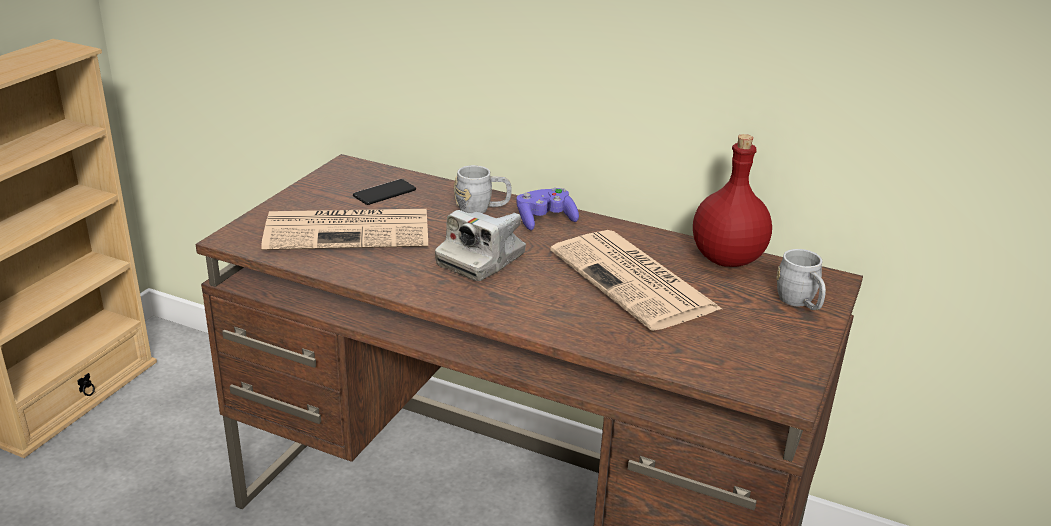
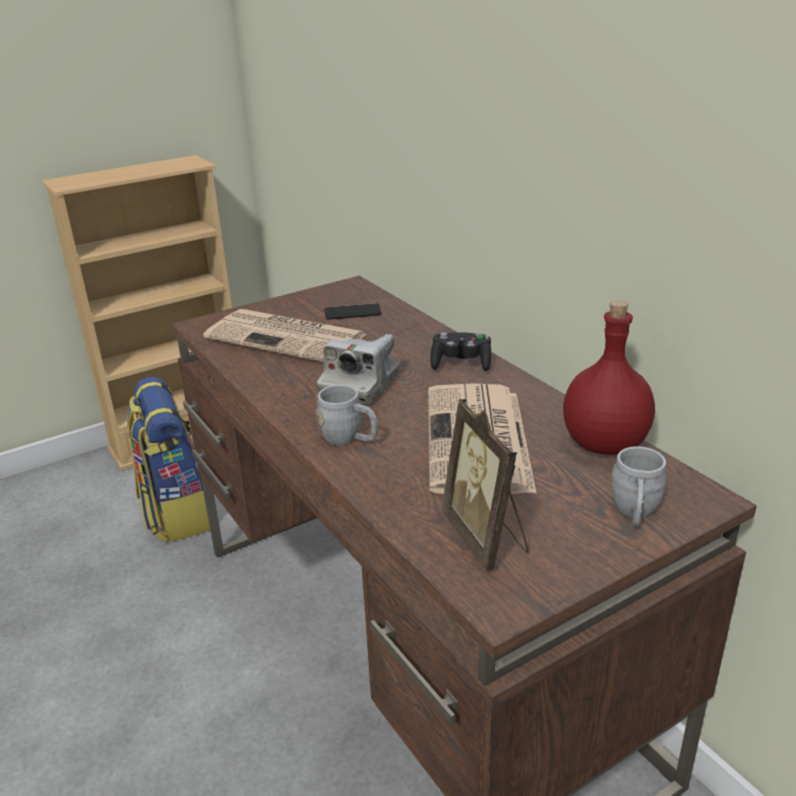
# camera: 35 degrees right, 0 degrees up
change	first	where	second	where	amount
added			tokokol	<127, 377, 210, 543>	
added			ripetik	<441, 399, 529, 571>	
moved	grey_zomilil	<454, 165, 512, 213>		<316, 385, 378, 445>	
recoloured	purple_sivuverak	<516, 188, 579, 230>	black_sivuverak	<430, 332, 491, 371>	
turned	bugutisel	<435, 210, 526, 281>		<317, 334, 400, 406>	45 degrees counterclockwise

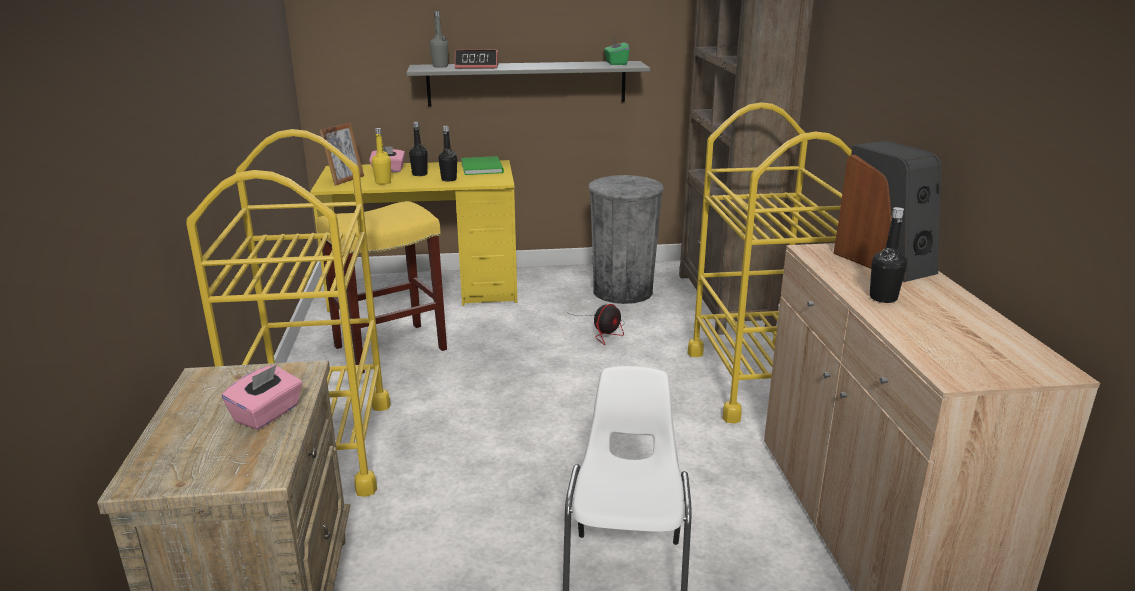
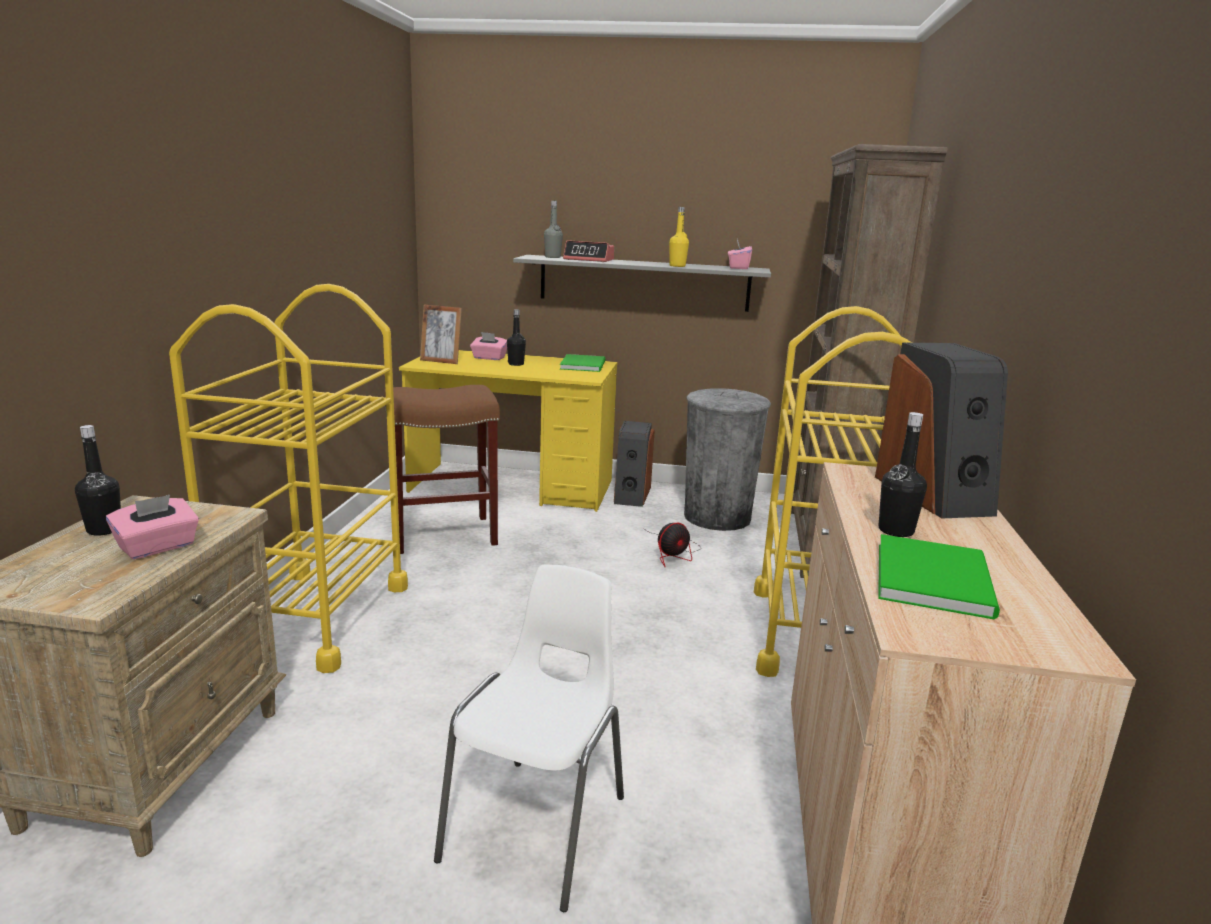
# camera: 15 degrees right, 5 degrees down
change	first	where	second	where	amount
added			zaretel	<614, 421, 655, 507>	
added			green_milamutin	<878, 534, 1000, 620>	
moved	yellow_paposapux	<372, 128, 391, 185>		<669, 207, 689, 267>	
moved	black_paposapux	<438, 126, 457, 182>		<75, 425, 121, 536>	
recoloured	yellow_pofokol	<316, 201, 447, 374>	brown_pofokol	<384, 385, 500, 554>	
recoloured	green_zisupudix	<604, 37, 630, 65>	pink_zisupudix	<728, 239, 752, 269>	
turned	ripetik	<320, 123, 364, 186>		<420, 305, 462, 364>	60 degrees clockwise

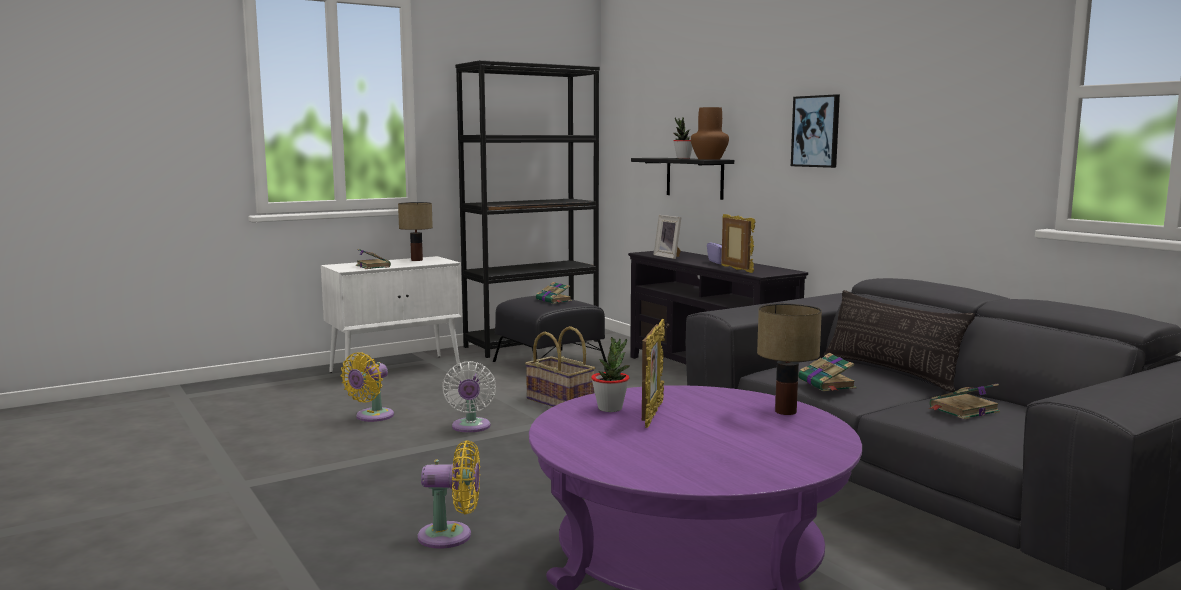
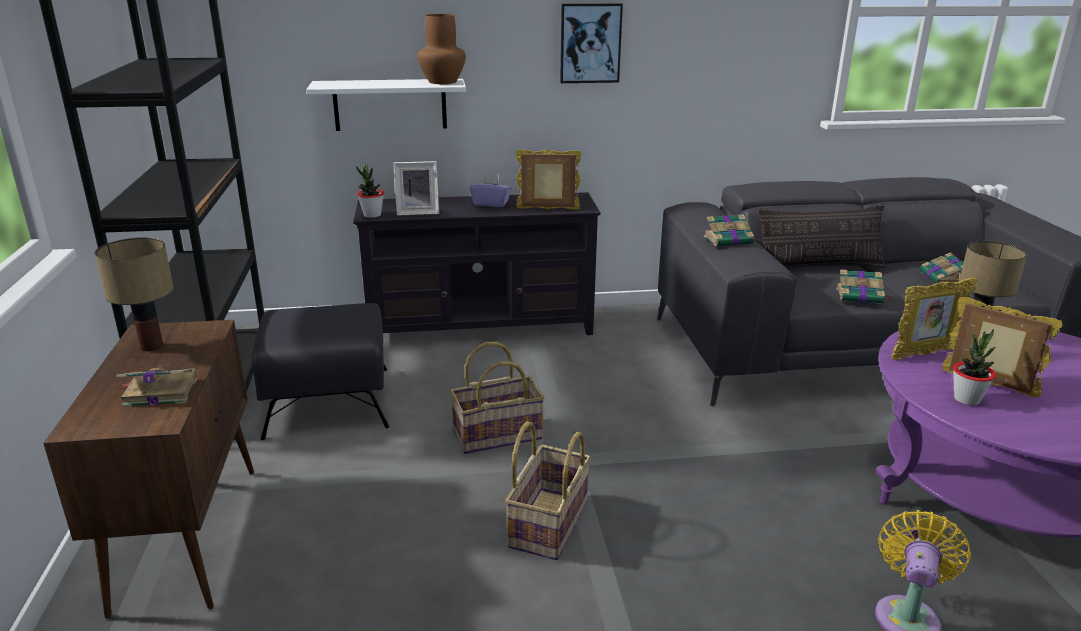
# camera: 65 degrees left, 15 degrees up
change	first	where	second	where	amount
removed	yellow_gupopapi	<340, 352, 394, 422>			
added			ripetik	<892, 278, 978, 360>	
moved	milamutin	<536, 282, 572, 304>		<704, 214, 757, 247>	
moved	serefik	<673, 117, 693, 159>		<356, 165, 384, 218>	
replaced	white_gupopapi	<442, 361, 496, 433>	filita	<505, 421, 591, 560>	
recoloured	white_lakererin	<321, 256, 462, 384>	brown_lakererin	<43, 320, 254, 619>	
recoloured	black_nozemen	<631, 158, 734, 200>	white_nozemen	<306, 79, 466, 131>	

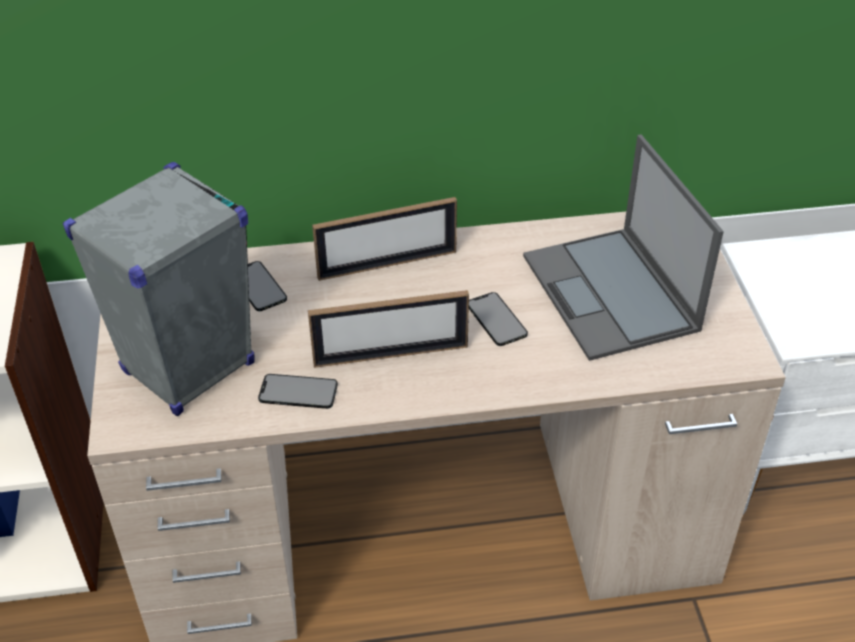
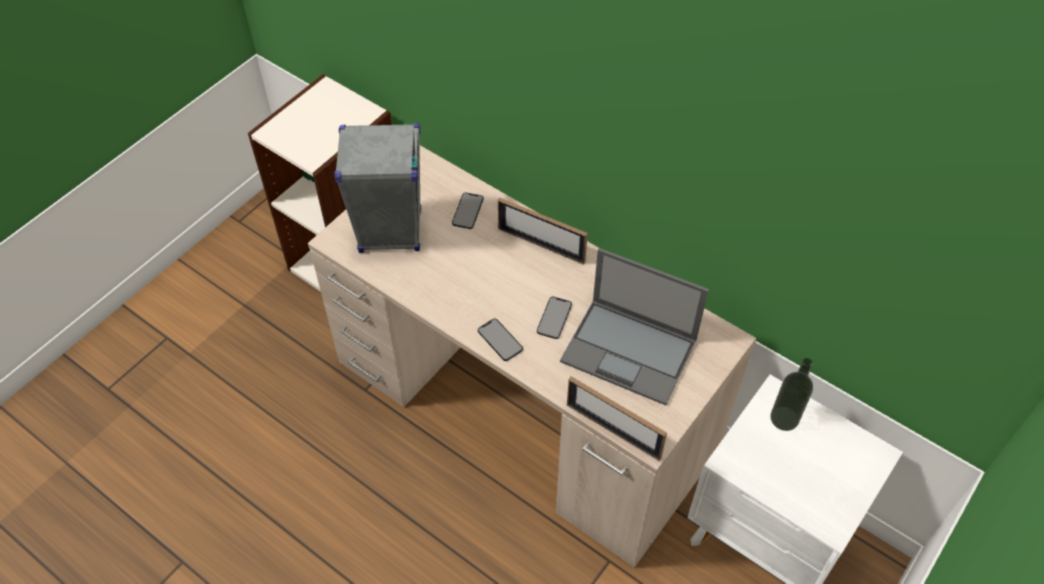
# camera: 45 degrees right, 10 degrees up
change	first	where	second	where	amount
added			paposapux	<770, 358, 813, 431>	
moved	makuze	<258, 374, 338, 409>		<478, 319, 523, 361>	
moved	ripetik	<308, 290, 469, 368>		<567, 376, 667, 461>	
turned	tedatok	<523, 134, 724, 361>		<560, 248, 709, 405>	90 degrees counterclockwise

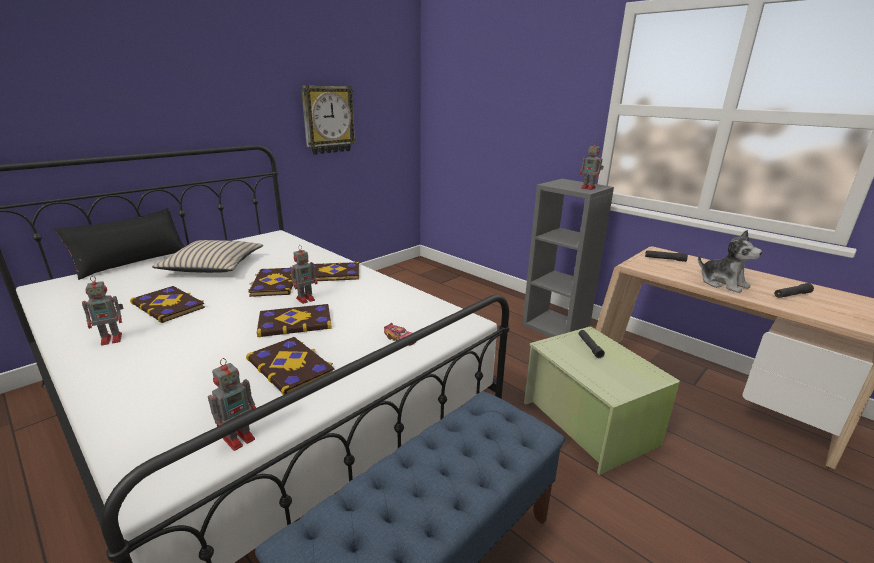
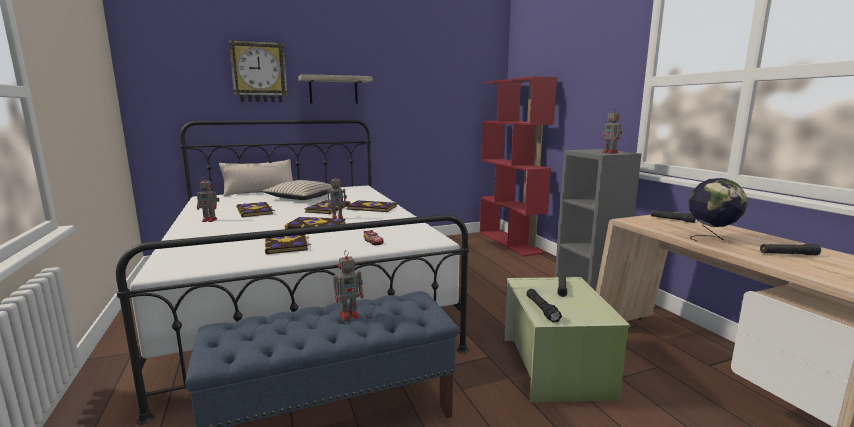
# camera: 25 degrees right, 10 degrees down
change	first	where	second	where	amount
added			nozemen	<298, 74, 372, 104>	
added			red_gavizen	<480, 76, 557, 257>	
added			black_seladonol	<526, 289, 562, 322>	
moved	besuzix	<208, 358, 256, 451>		<333, 250, 363, 321>	
moved	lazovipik	<301, 86, 356, 155>		<229, 40, 287, 102>	
replaced	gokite	<698, 230, 762, 293>	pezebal	<688, 178, 748, 241>	
recoloured	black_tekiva	<55, 208, 185, 280>	beige_tekiva	<219, 159, 293, 196>	

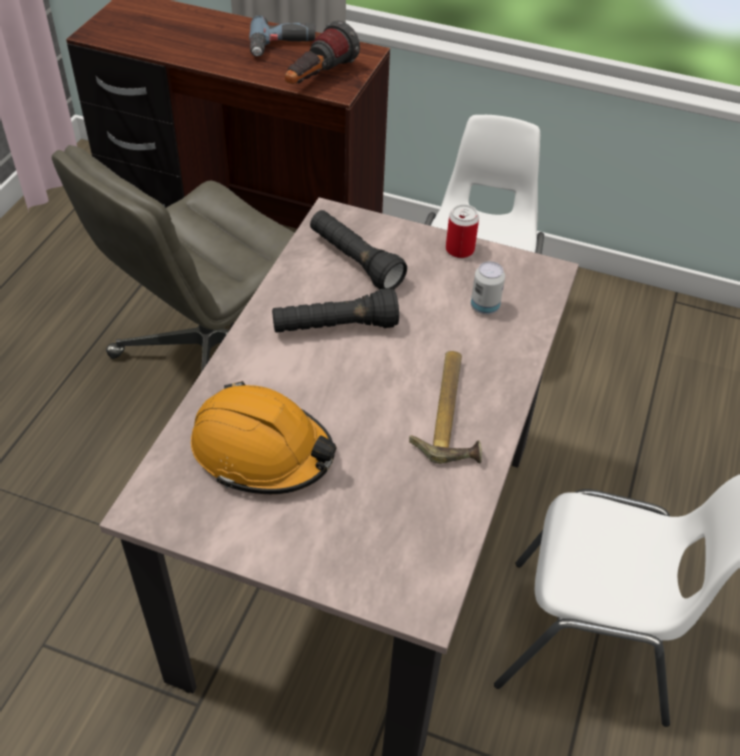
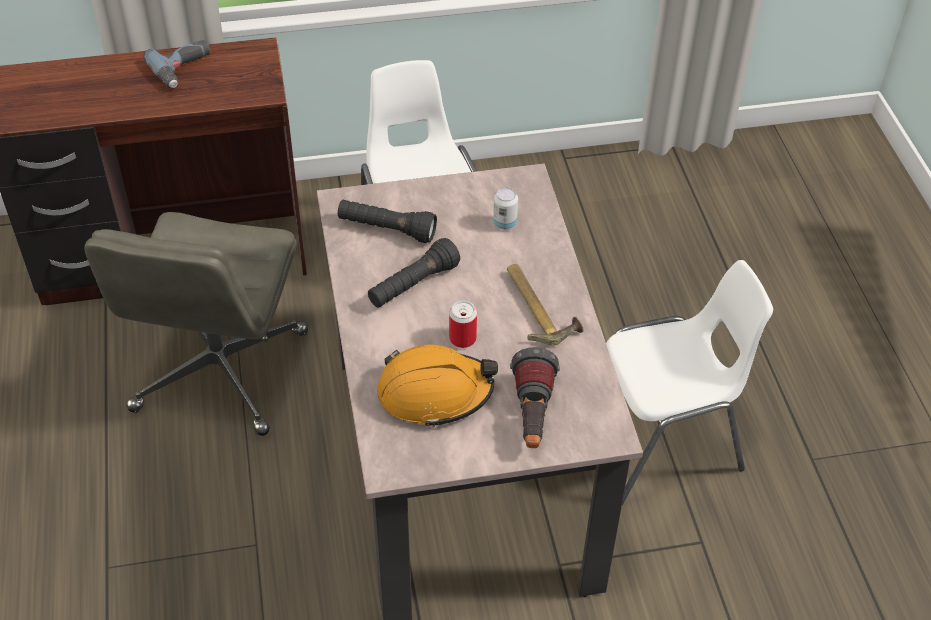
# camera: 30 degrees left, 0 degrees up
change	first	where	second	where	amount
moved	seladonol	<285, 21, 360, 84>		<510, 347, 560, 448>	
moved	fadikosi	<446, 204, 479, 258>		<449, 301, 477, 348>	

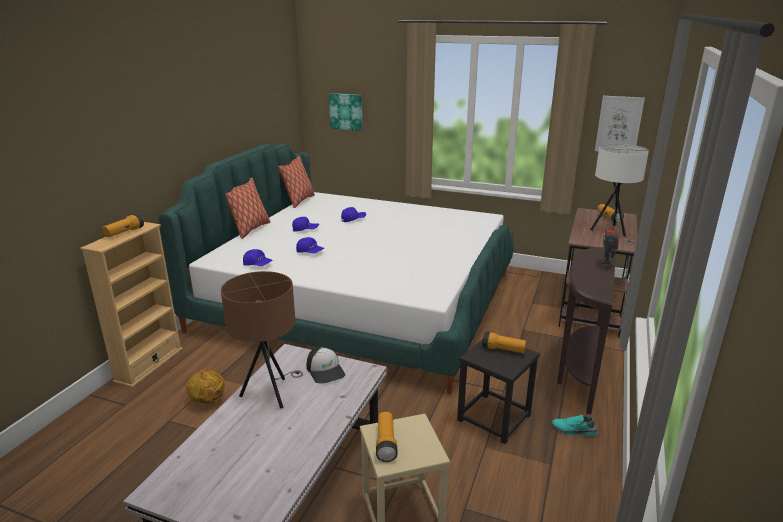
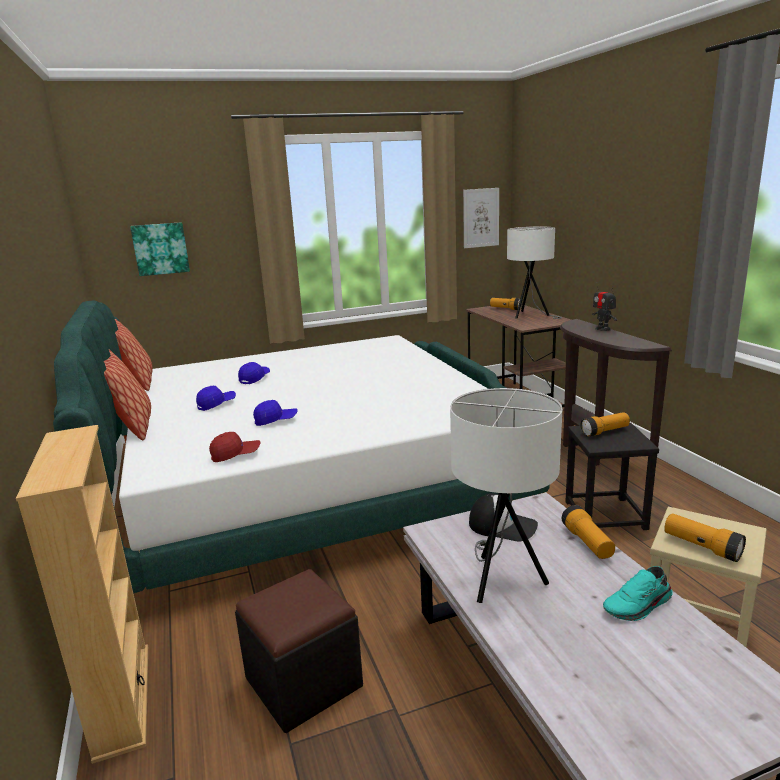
# camera: 40 degrees left, 5 degrees down
change	first	where	second	where	amount
moved	seladonol	<102, 213, 144, 237>		<562, 505, 615, 559>	
moved	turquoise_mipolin	<552, 415, 598, 436>		<603, 566, 673, 621>	
replaced	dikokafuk	<186, 369, 225, 403>	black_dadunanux	<235, 569, 363, 733>	
recoloured	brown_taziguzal	<221, 271, 303, 409>	white_taziguzal	<450, 388, 562, 603>	
recoloured	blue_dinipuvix	<243, 249, 273, 266>	red_dinipuvix	<209, 432, 260, 462>	

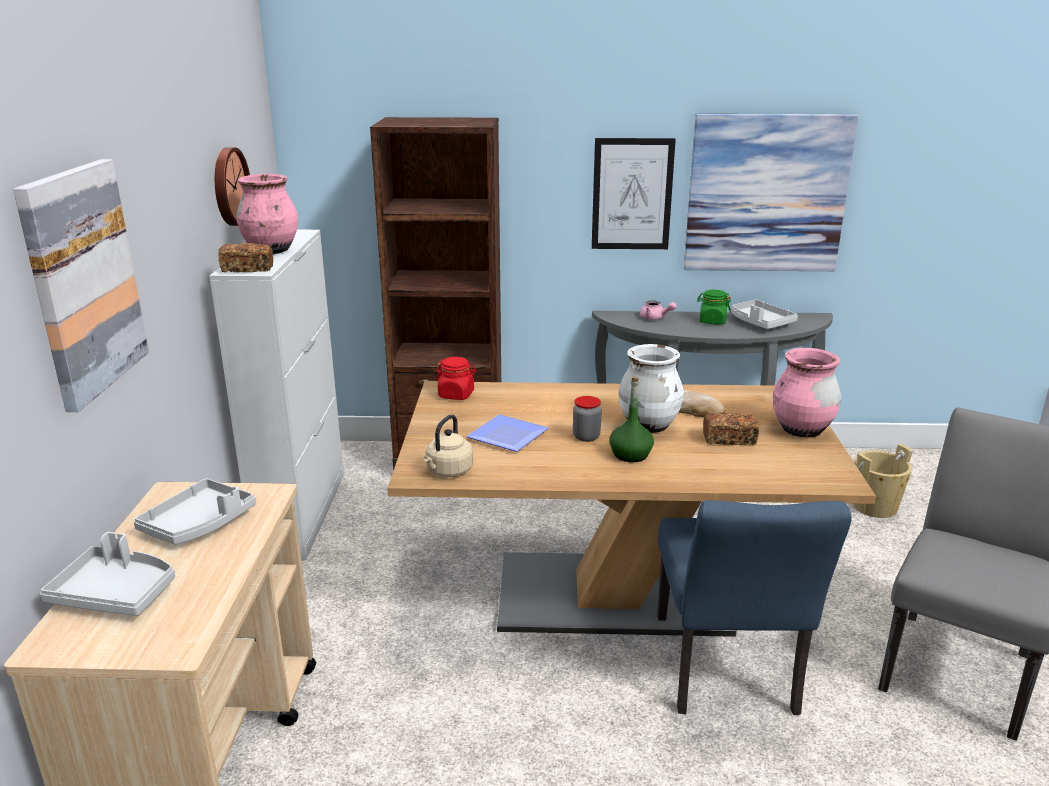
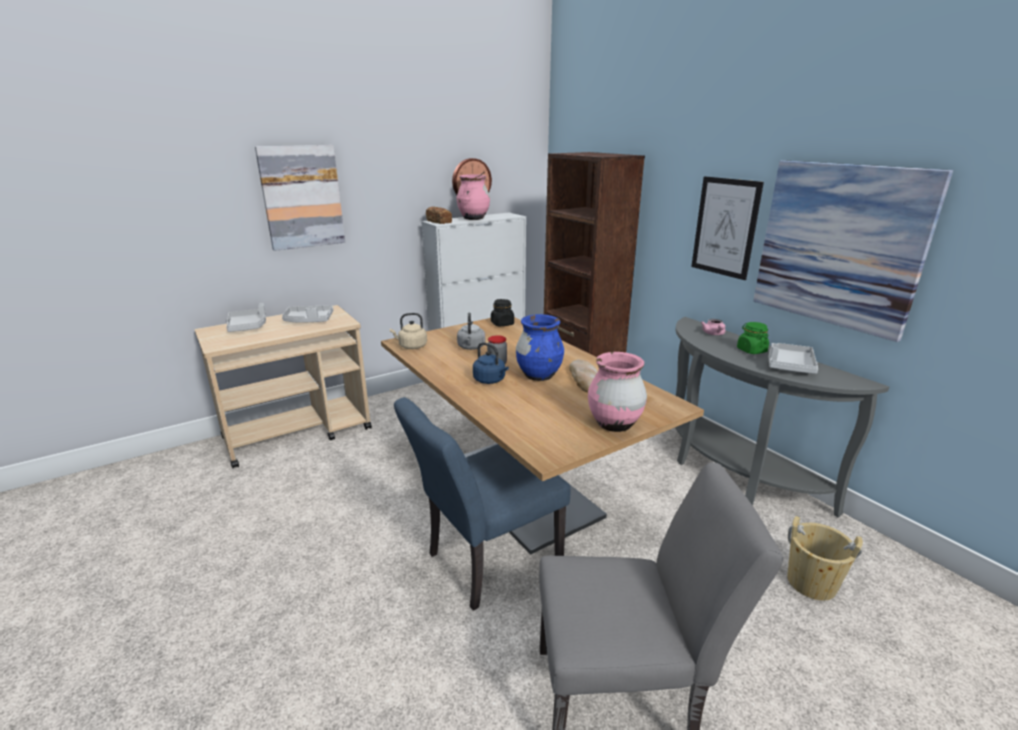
# camera: 55 degrees right, 0 degrees up
change	first	where	second	where	amount
removed	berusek	<703, 413, 759, 445>			
replaced	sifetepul	<466, 414, 549, 452>	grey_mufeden	<457, 312, 485, 350>	
replaced	green_paposapux	<609, 376, 654, 462>	blue_mufeden	<473, 342, 509, 384>	
recoloured	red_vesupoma	<436, 357, 476, 400>	black_vesupoma	<491, 299, 514, 326>	
recoloured	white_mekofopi	<619, 344, 684, 433>	blue_mekofopi	<516, 314, 564, 381>	

